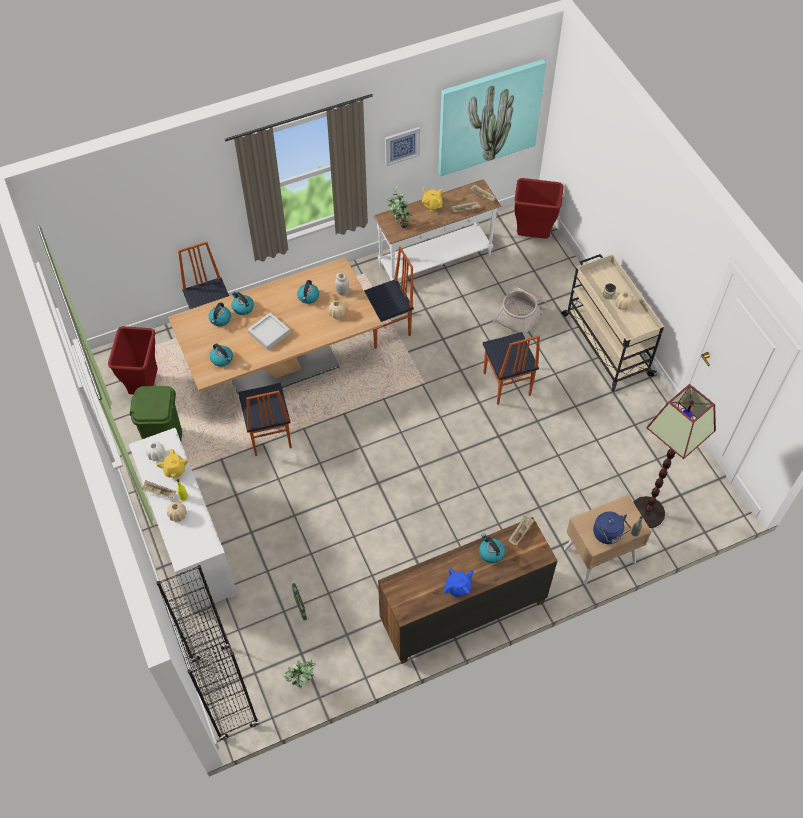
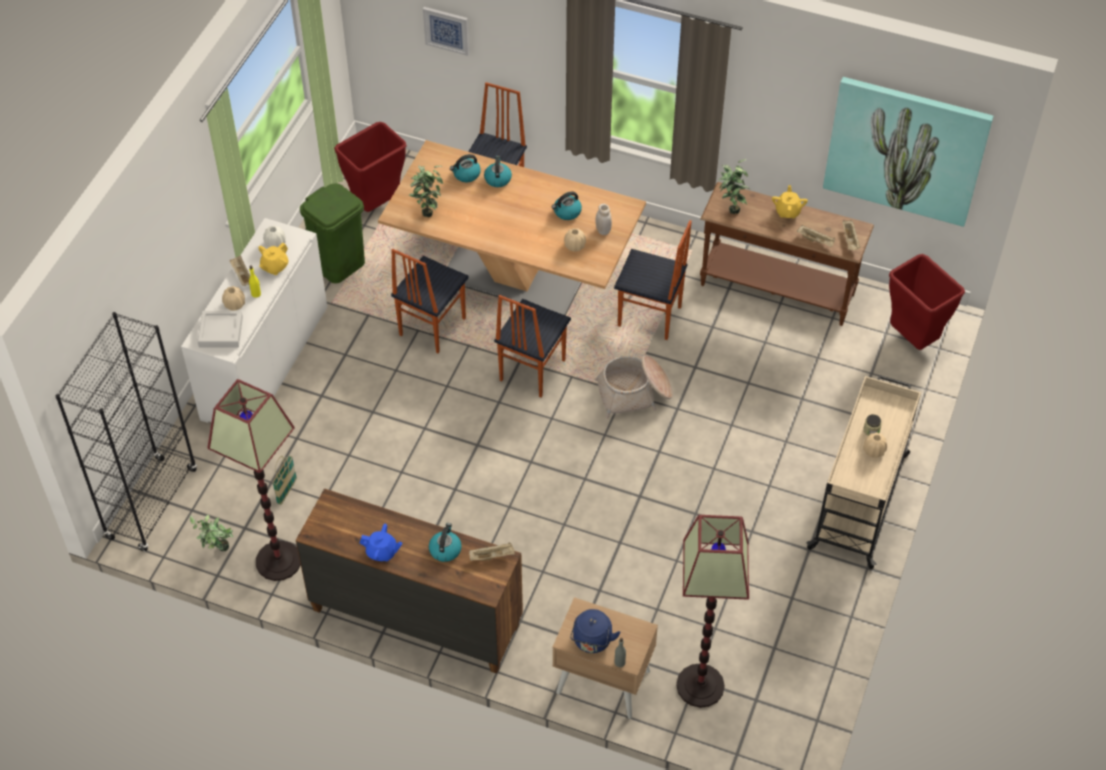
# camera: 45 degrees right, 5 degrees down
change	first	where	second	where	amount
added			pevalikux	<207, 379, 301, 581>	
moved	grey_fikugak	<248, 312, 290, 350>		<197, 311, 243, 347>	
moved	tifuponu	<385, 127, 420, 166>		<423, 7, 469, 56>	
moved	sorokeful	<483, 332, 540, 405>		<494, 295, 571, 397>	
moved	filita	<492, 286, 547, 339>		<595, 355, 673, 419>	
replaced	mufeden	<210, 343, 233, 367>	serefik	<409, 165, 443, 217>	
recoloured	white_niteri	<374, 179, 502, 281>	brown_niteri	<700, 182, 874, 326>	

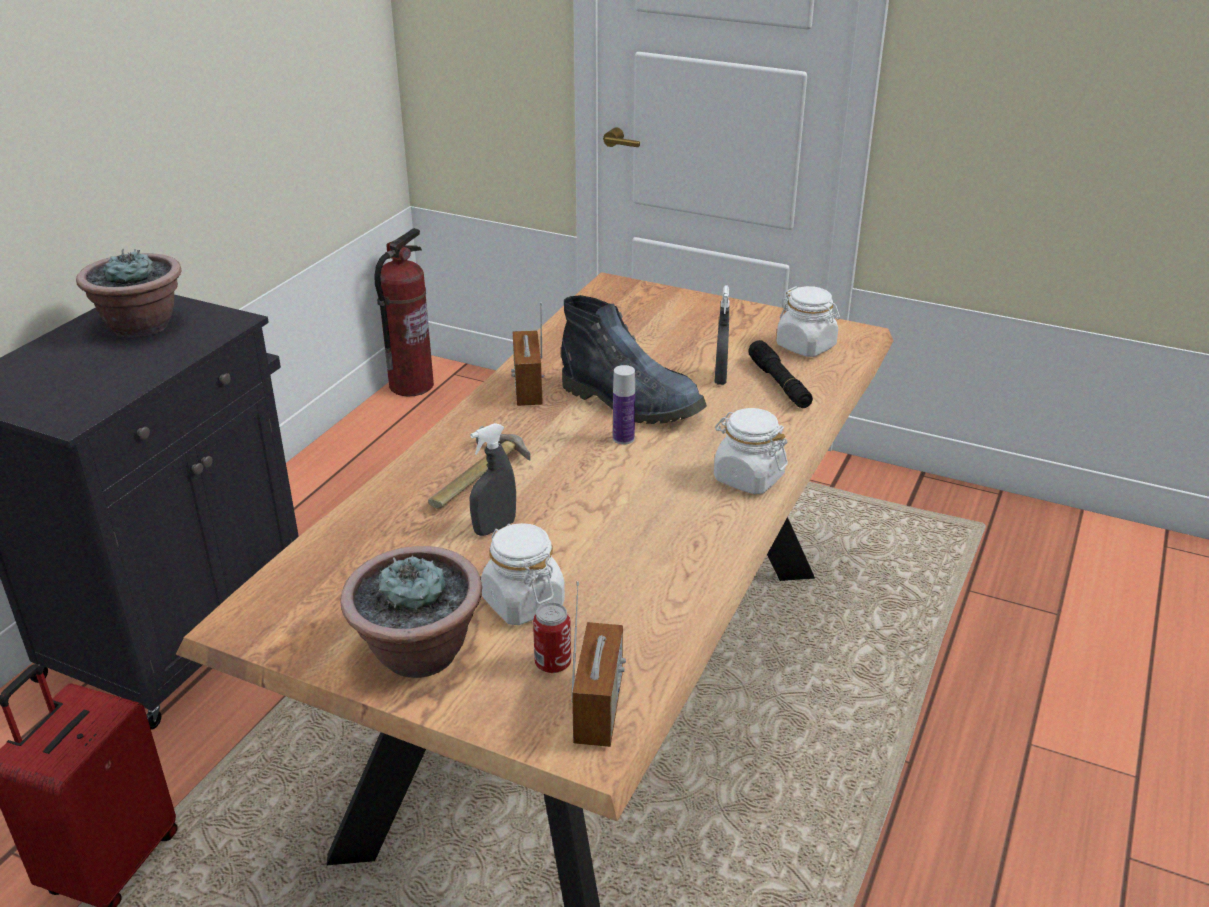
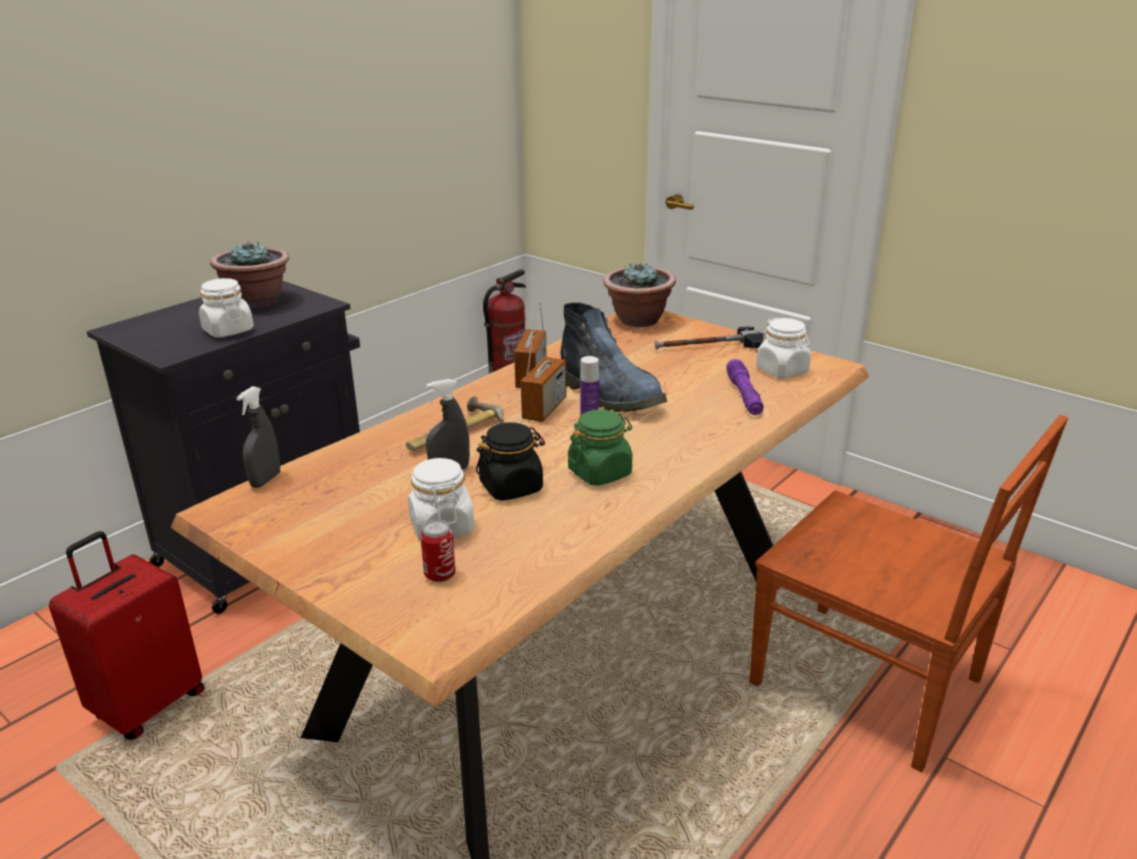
# camera: 15 degrees right, 5 degrees down
change	first	where	second	where	amount
added			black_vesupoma	<476, 422, 545, 501>	
added			green_vesupoma	<568, 409, 632, 486>	
added			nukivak	<655, 327, 764, 349>	
added			brown_sorokeful	<749, 415, 1068, 772>	
moved	serefik	<340, 546, 482, 678>		<603, 262, 676, 327>	
moved	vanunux	<571, 581, 626, 747>		<521, 319, 566, 422>	
moved	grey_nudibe	<714, 286, 730, 385>		<236, 386, 280, 488>	
moved	white_vesupoma	<714, 408, 788, 494>		<199, 278, 254, 337>	
recoloured	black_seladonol	<749, 340, 813, 408>	purple_seladonol	<726, 359, 764, 415>	

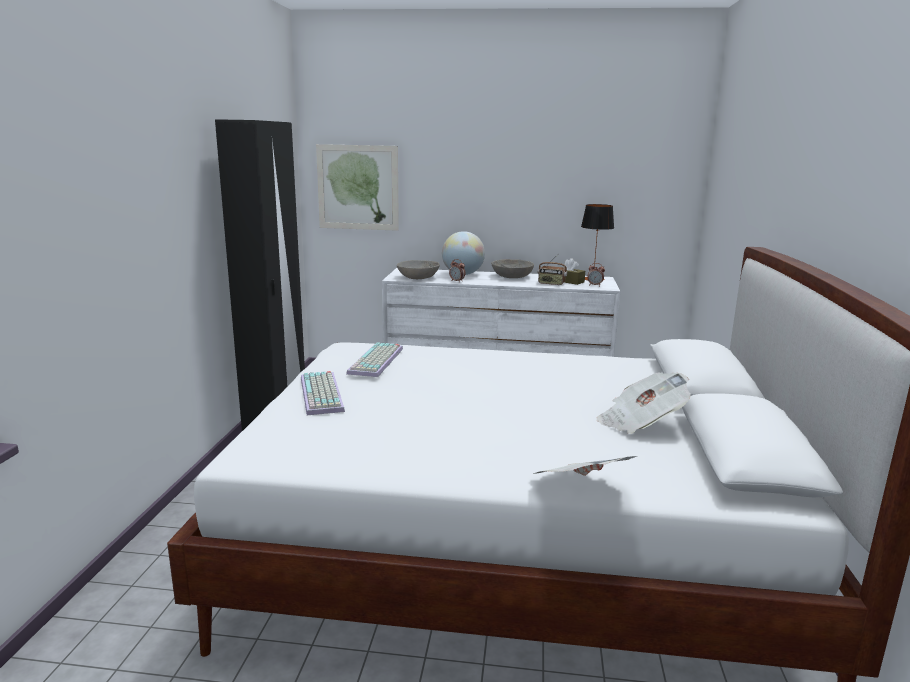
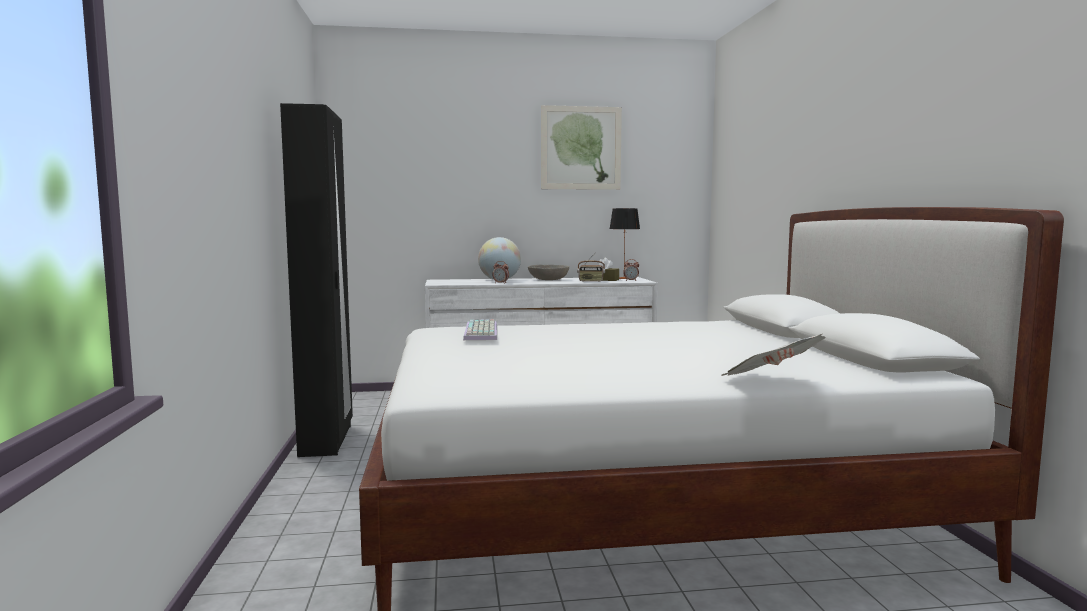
# camera: 15 degrees left, 10 degrees down
change	first	where	second	where	amount
removed	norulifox	<301, 371, 345, 415>			
removed	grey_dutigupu	<397, 260, 440, 279>			
removed	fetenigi	<597, 372, 691, 434>			
moved	tifuponu	<316, 144, 399, 231>		<541, 105, 622, 190>	

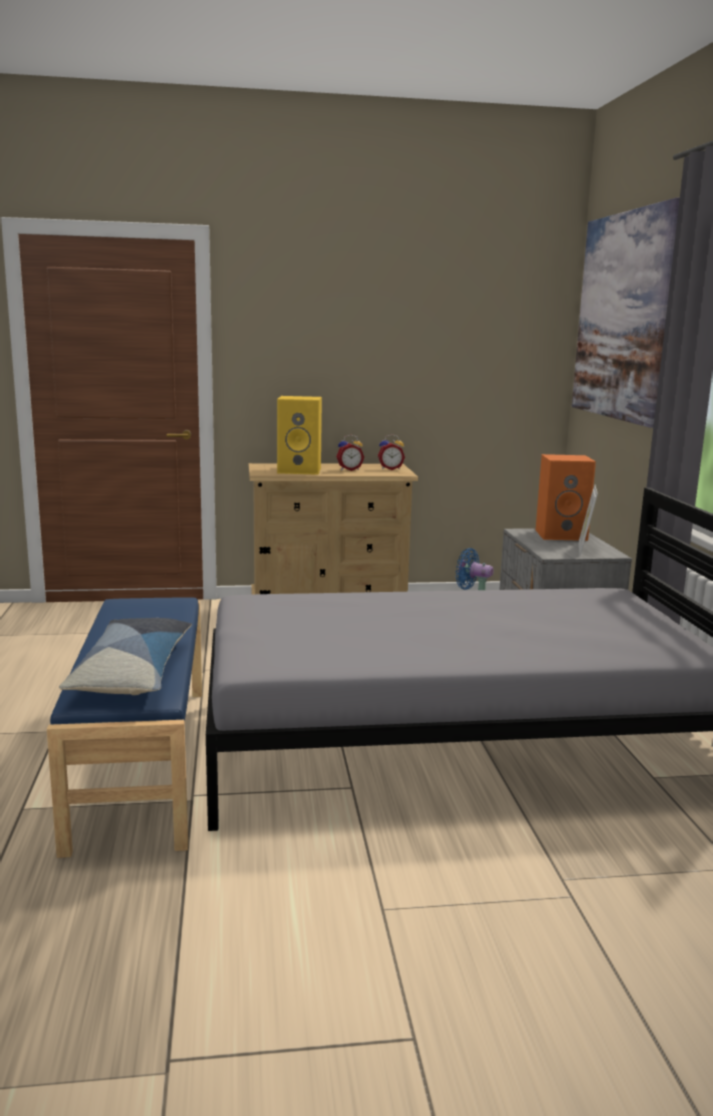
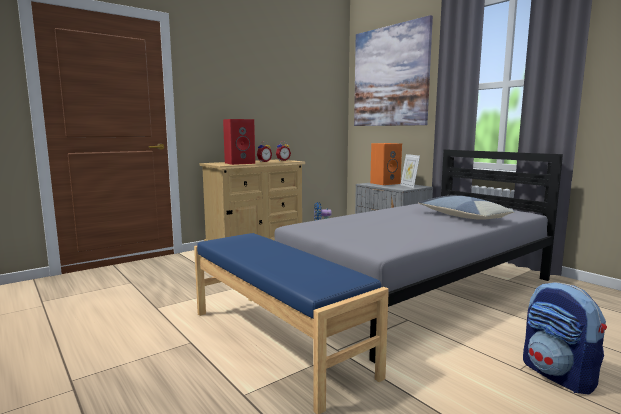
# camera: 30 degrees left, 5 degrees down
change	first	where	second	where	amount
added			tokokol	<523, 282, 607, 395>	
moved	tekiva	<59, 618, 192, 695>		<418, 195, 515, 220>	
recoloured	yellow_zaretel	<277, 396, 322, 475>	red_zaretel	<223, 119, 255, 165>	

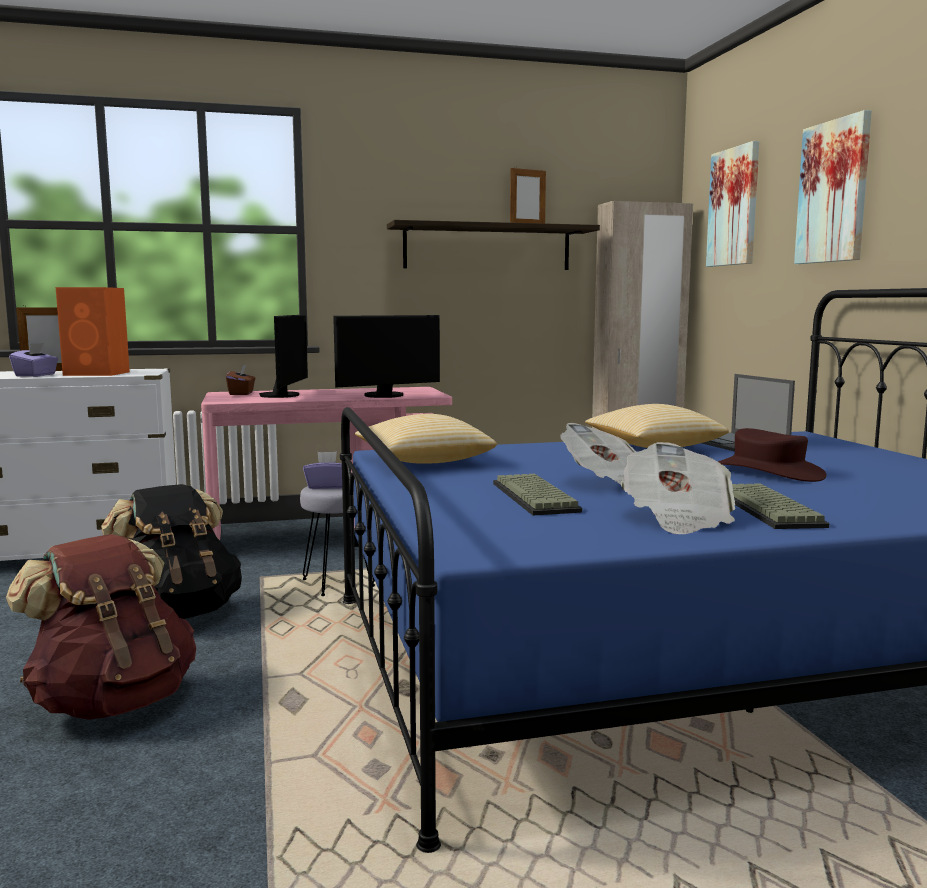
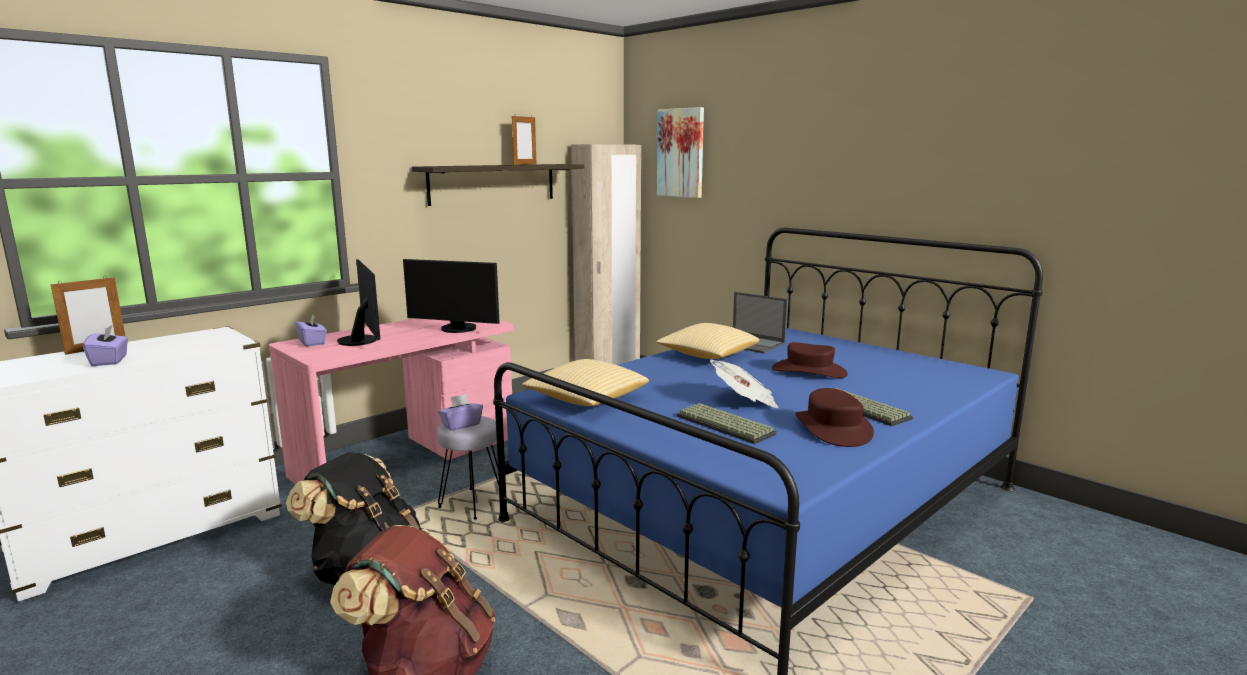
# camera: 30 degrees left, 5 degrees up
change	first	where	second	where	amount
removed	orange_zaretel	<56, 287, 130, 376>			
removed	tifuponu	<794, 110, 872, 264>			
replaced	fetenigi	<621, 442, 735, 534>	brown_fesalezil	<796, 388, 874, 447>	
recoloured	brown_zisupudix	<226, 364, 256, 395>	purple_zisupudix	<295, 313, 327, 347>	
turned	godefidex	<333, 315, 440, 398>		<403, 259, 500, 333>	75 degrees clockwise

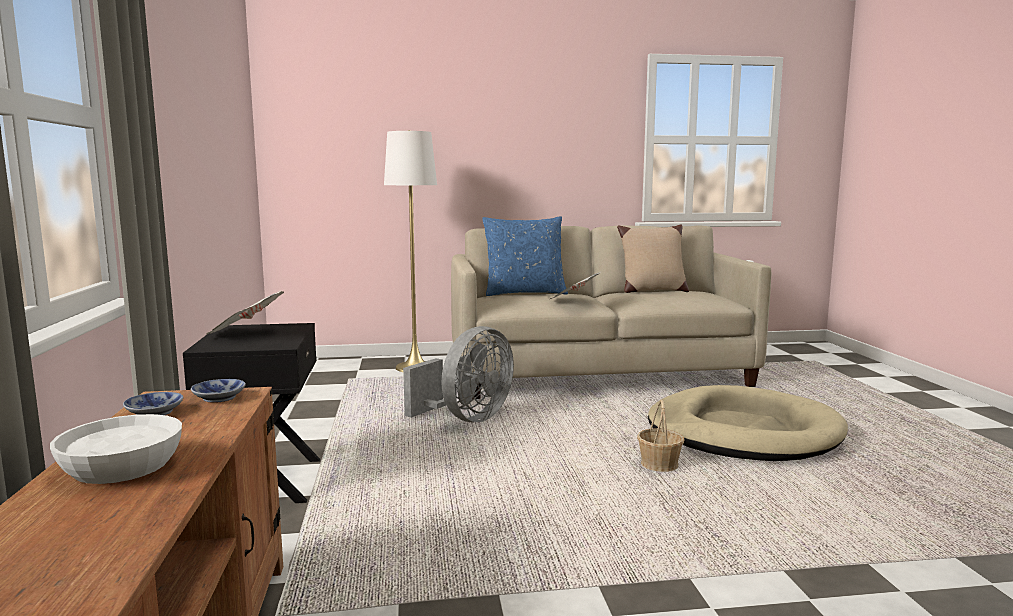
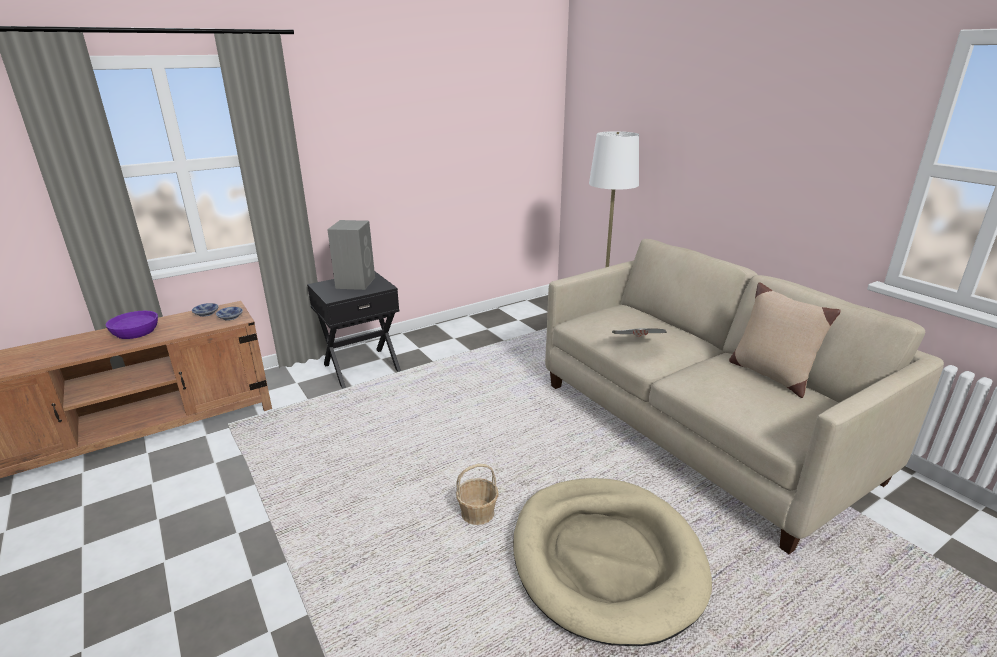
# camera: 65 degrees right, 15 degrees up
change	first	where	second	where	amount
removed	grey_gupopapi	<403, 326, 514, 422>			
removed	blue_tekiva	<482, 216, 568, 296>			
replaced	fetenigi	<207, 290, 284, 334>	grey_zaretel	<327, 220, 375, 290>	
recoloured	white_dutigupu	<50, 414, 182, 484>	purple_dutigupu	<105, 311, 158, 339>	

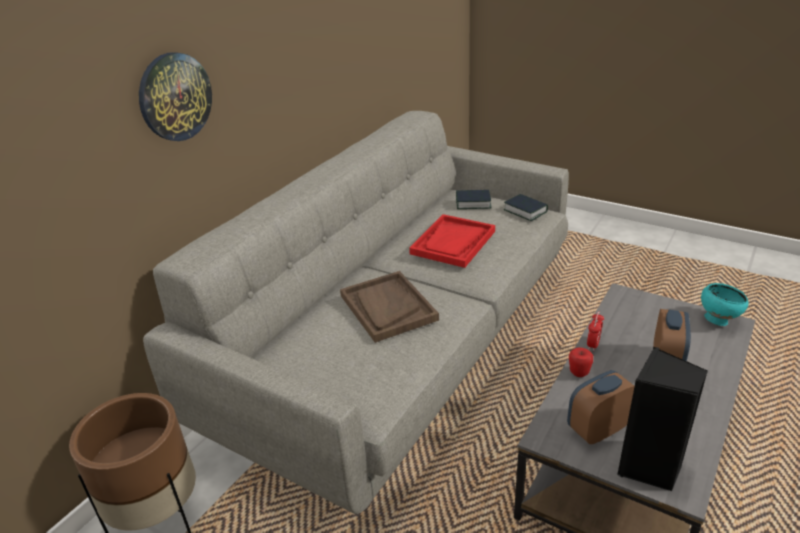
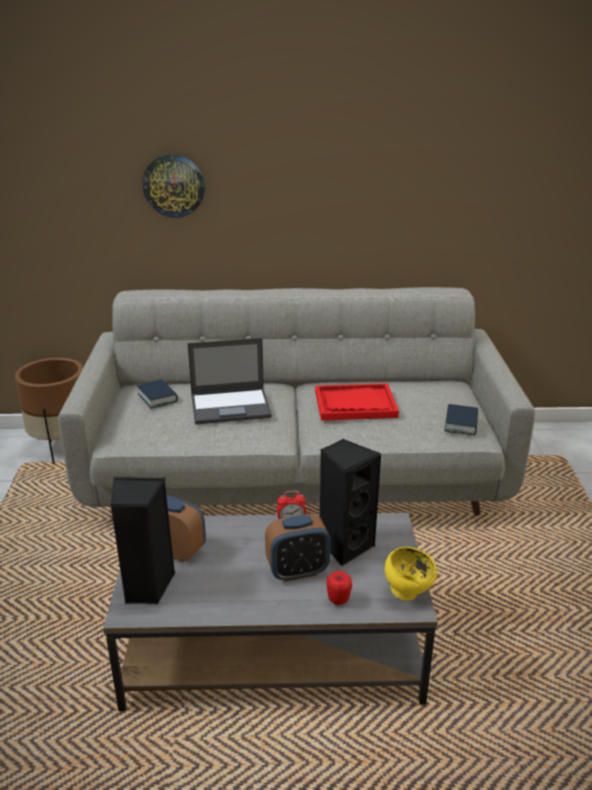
# camera: 55 degrees right, 5 degrees down
change	first	where	second	where	amount
added			black_zaretel	<320, 439, 381, 567>	
moved	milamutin	<456, 190, 491, 209>		<137, 379, 178, 409>	
moved	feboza	<569, 347, 593, 377>		<327, 571, 352, 605>	
replaced	brown_fikugak	<340, 271, 439, 343>	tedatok	<188, 338, 272, 425>	
recoloured	turquoise_dutigupu	<701, 283, 749, 326>	yellow_dutigupu	<385, 547, 437, 601>	

